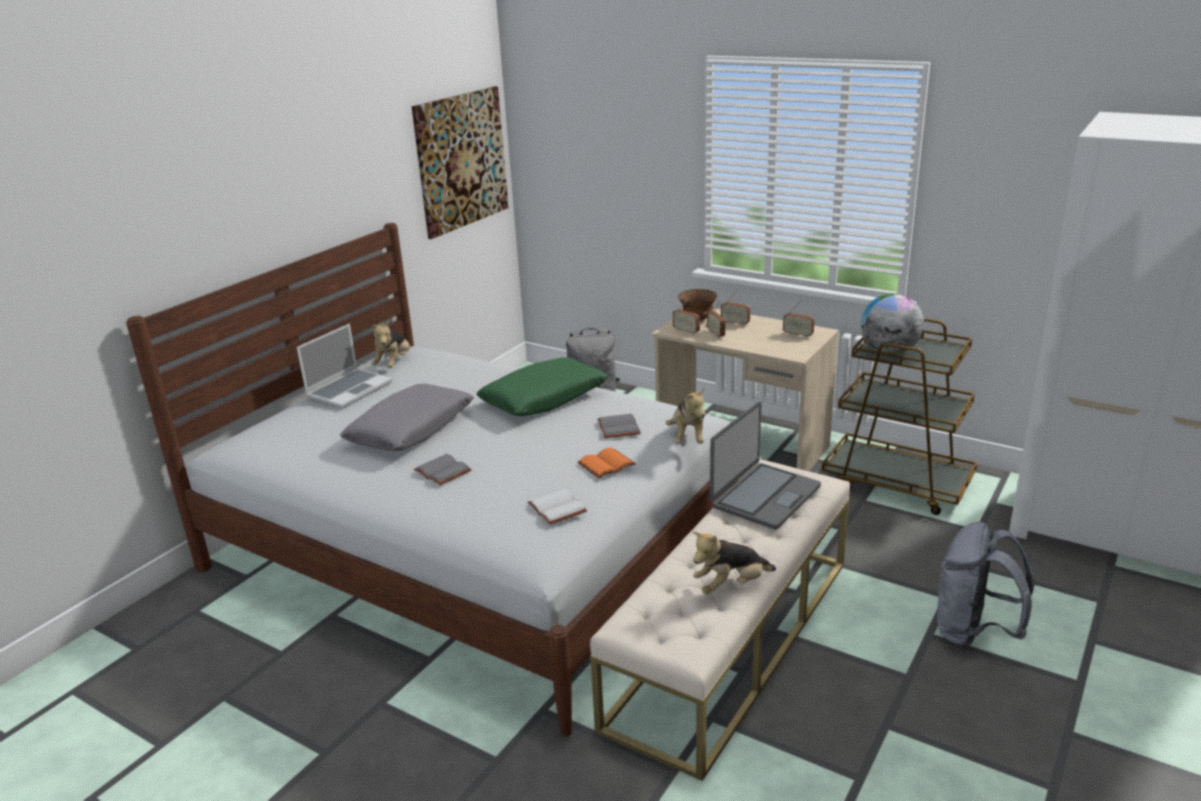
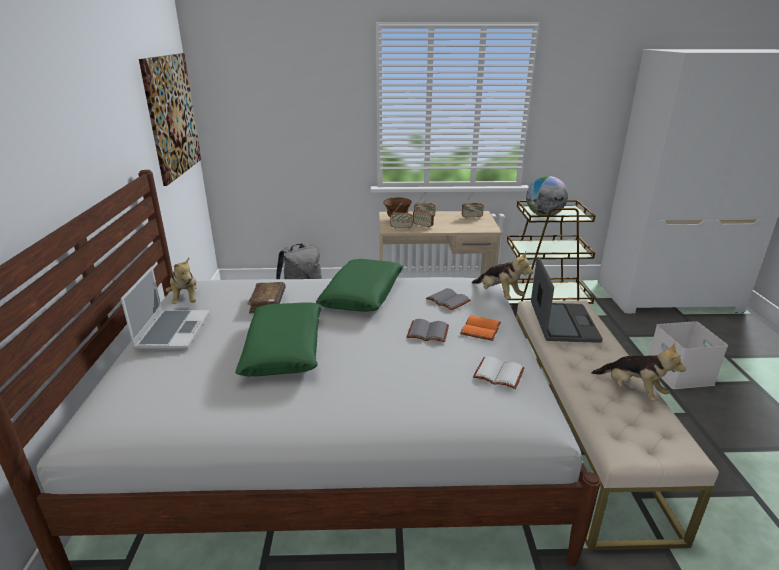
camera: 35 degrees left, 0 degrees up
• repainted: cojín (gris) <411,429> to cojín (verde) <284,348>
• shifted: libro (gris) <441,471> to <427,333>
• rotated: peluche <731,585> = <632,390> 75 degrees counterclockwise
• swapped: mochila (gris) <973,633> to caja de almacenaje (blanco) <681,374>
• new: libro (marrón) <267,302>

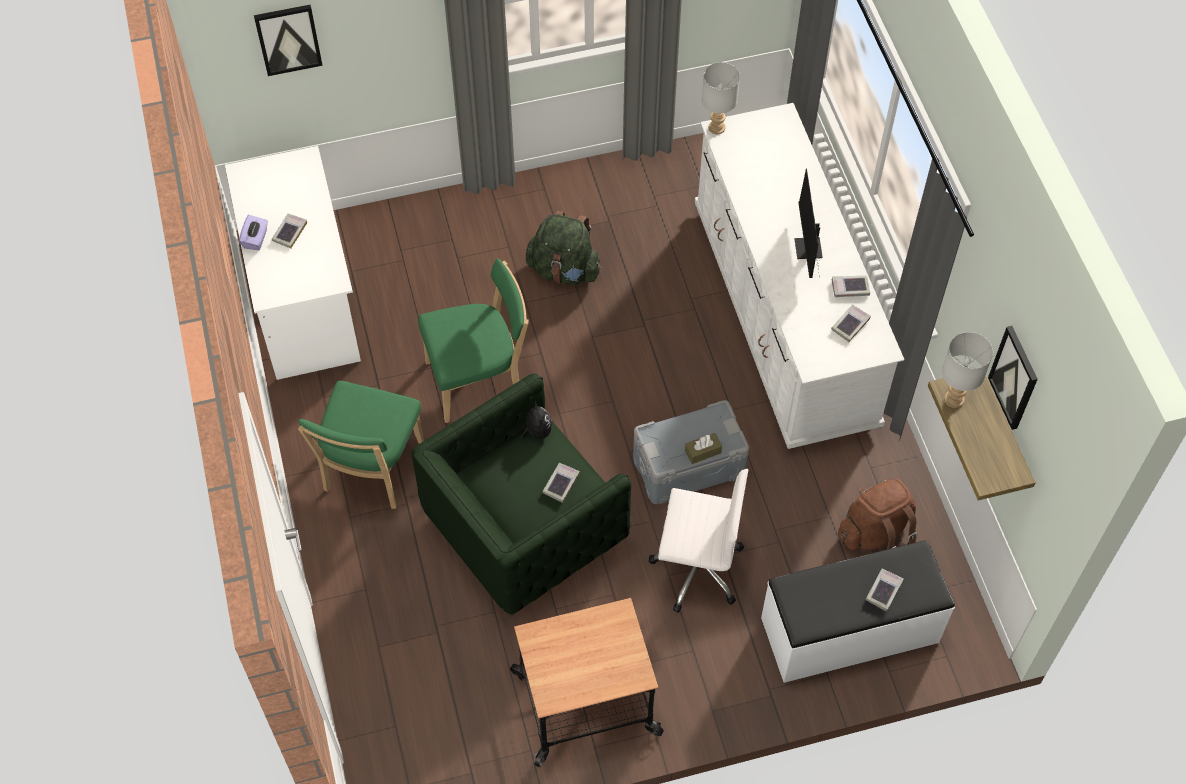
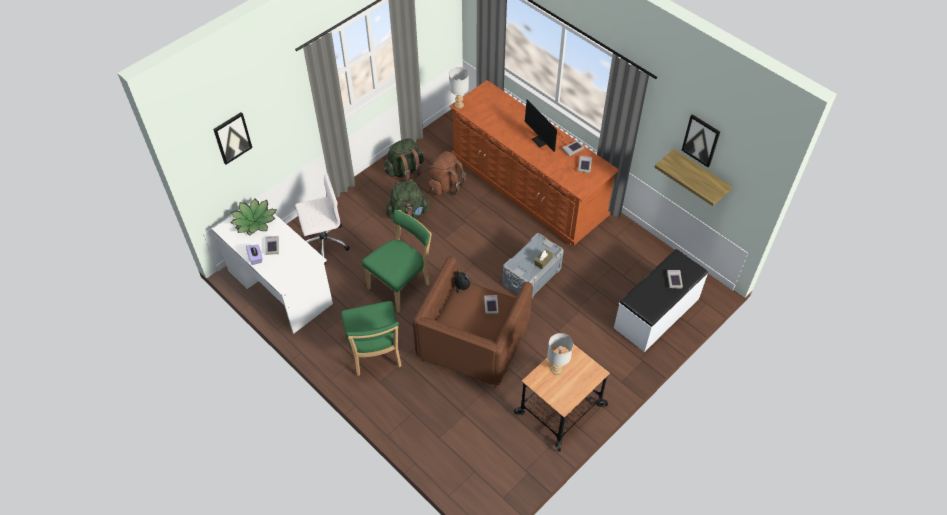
camera: 30 degrees left, 5 degrees down
• repainted: sillón (verde) <524,529> to sillón (marrón) <473,343>
• shifted: silla de oficina (blanco) <696,568> to <323,243>
• repainted: cómoda (blanco) <783,316> to cómoda (marrón) <527,188>
• shifted: mochila (marrón) <875,533> to <445,185>
• shifted: lámpara de mesa (gris) <954,400> to <557,370>
• new: planta en maceta <255,221>
• new: mochila (verde) <405,171>

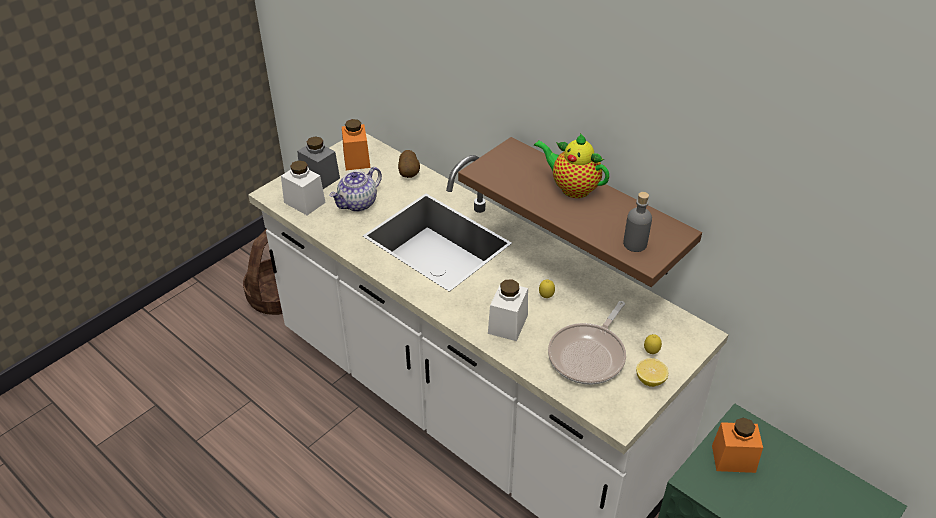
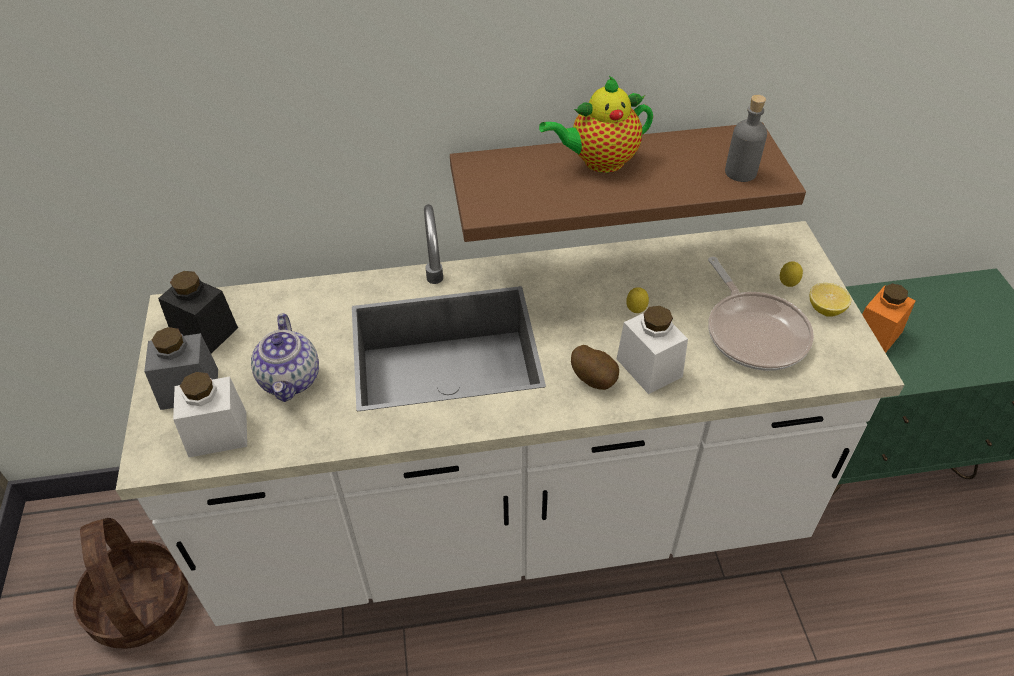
camera: 50 degrees left, 5 degrees up
• repainted: tarro (naranja) <356,160> to tarro (negro) <205,331>
• shifted: patata <409,174> to <595,379>

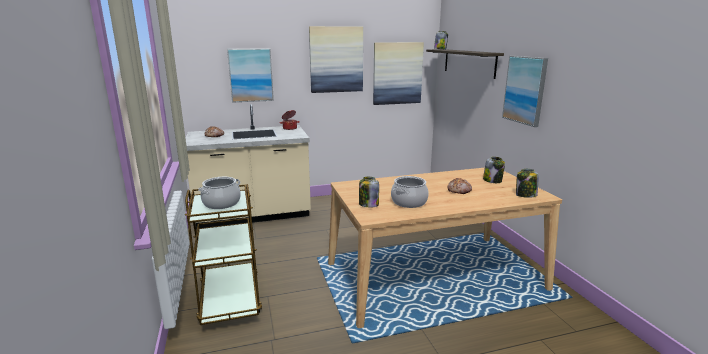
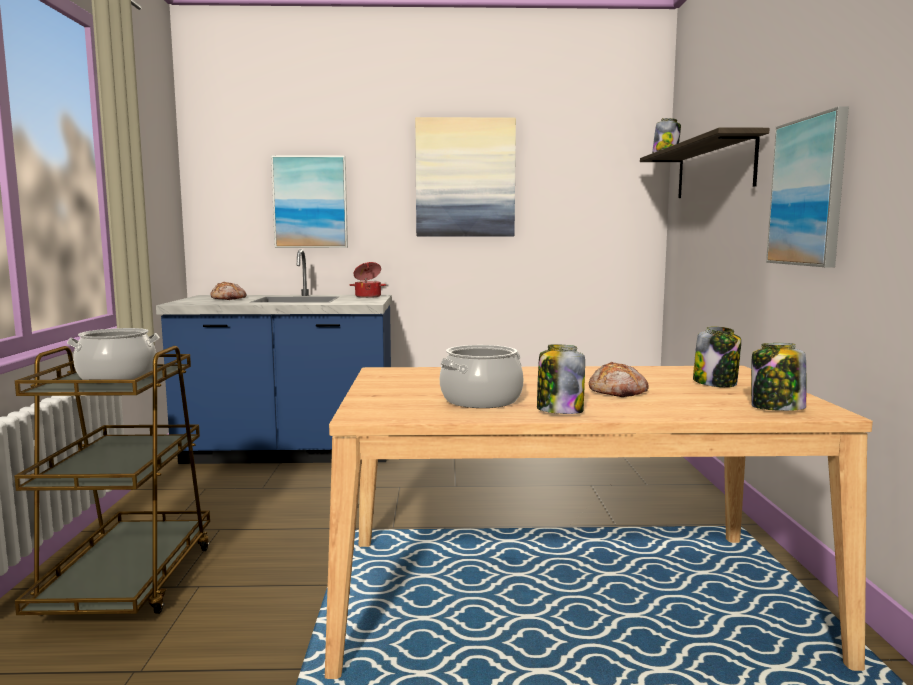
camera: 15 degrees right, 10 degrees down
• repainted: mueble bajo de cocina (beis) <253,215> to mueble bajo de cocina (azul) <289,452>
• shifted: tarro <368,204> to <559,411>
• gone: cuadro <397,73>

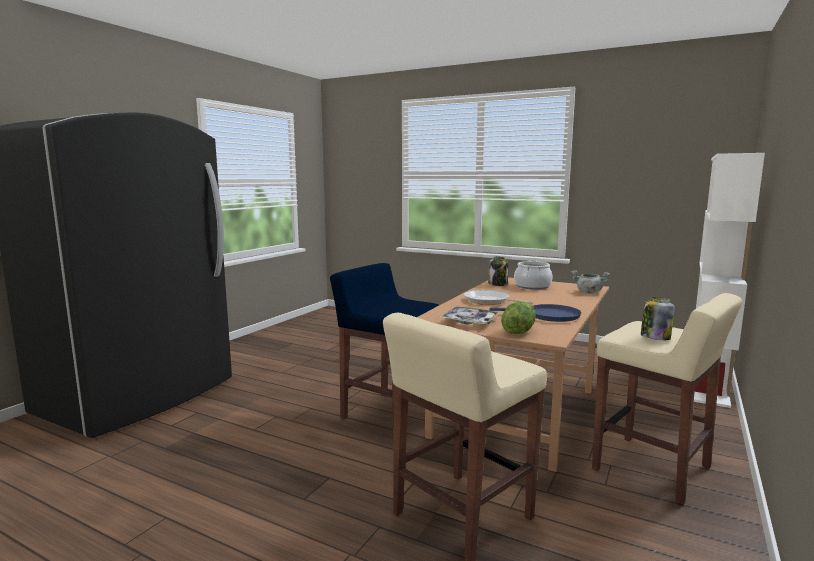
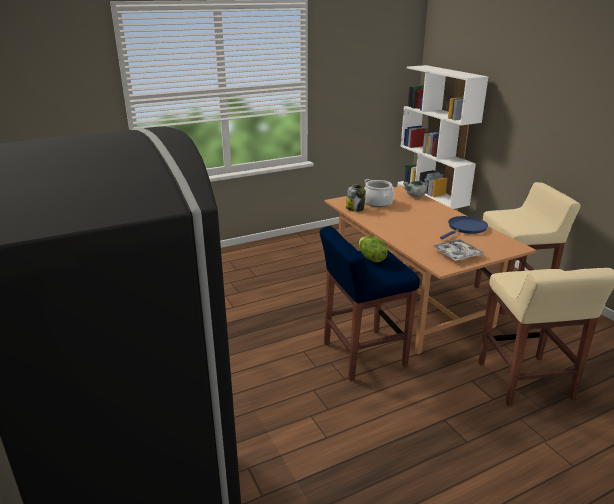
camera: 55 degrees left, 15 degrees up
• gone: sartén <489,301>
• shifted: lechuga <518,331> to <371,258>
• gone: tarro <655,337>

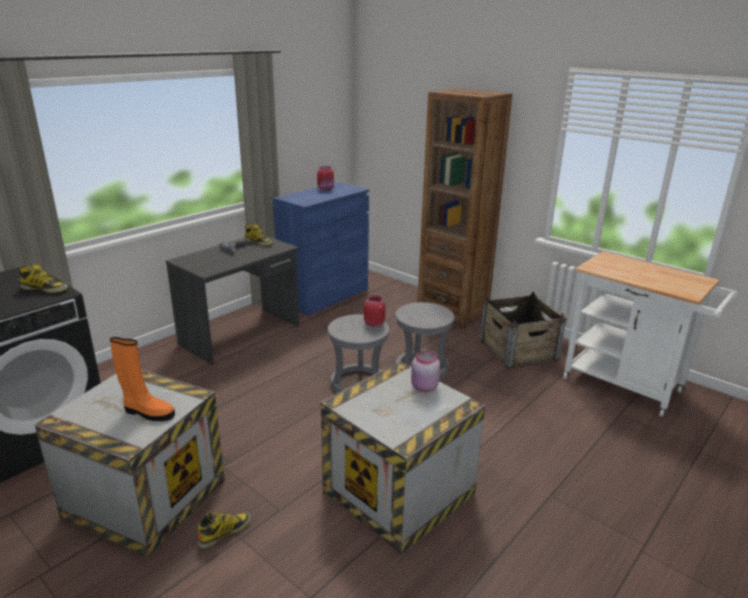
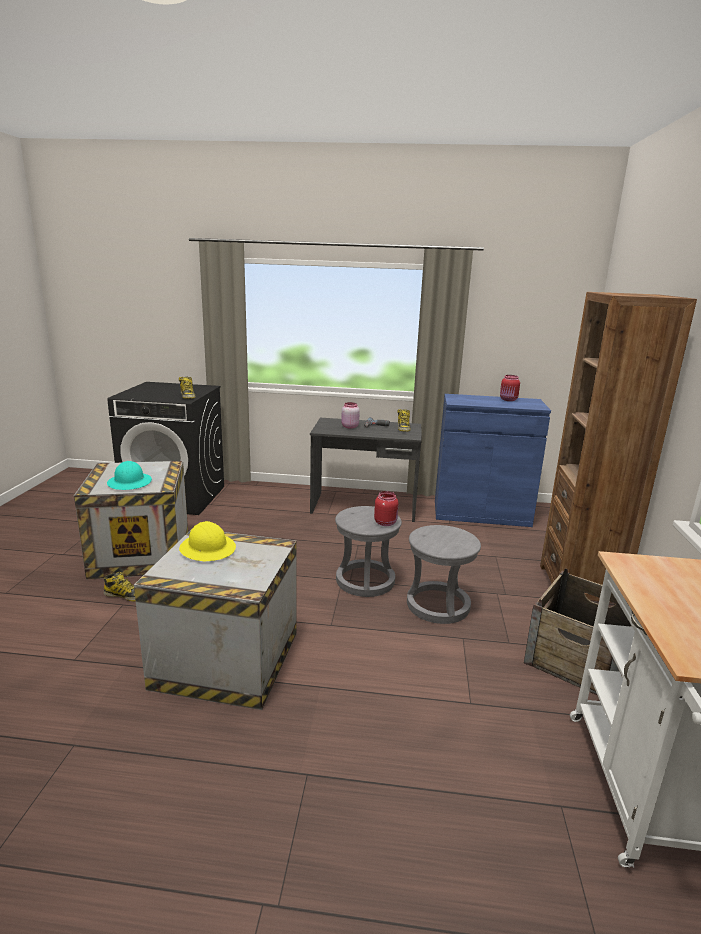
camera: 55 degrees right, 5 degrees down
• swapped: bota (naranja) <147,412> to casco (turquesa) <130,482>
• shifted: tarro (rosa) <424,387> to <349,427>
• new: casco (amarillo) <208,549>

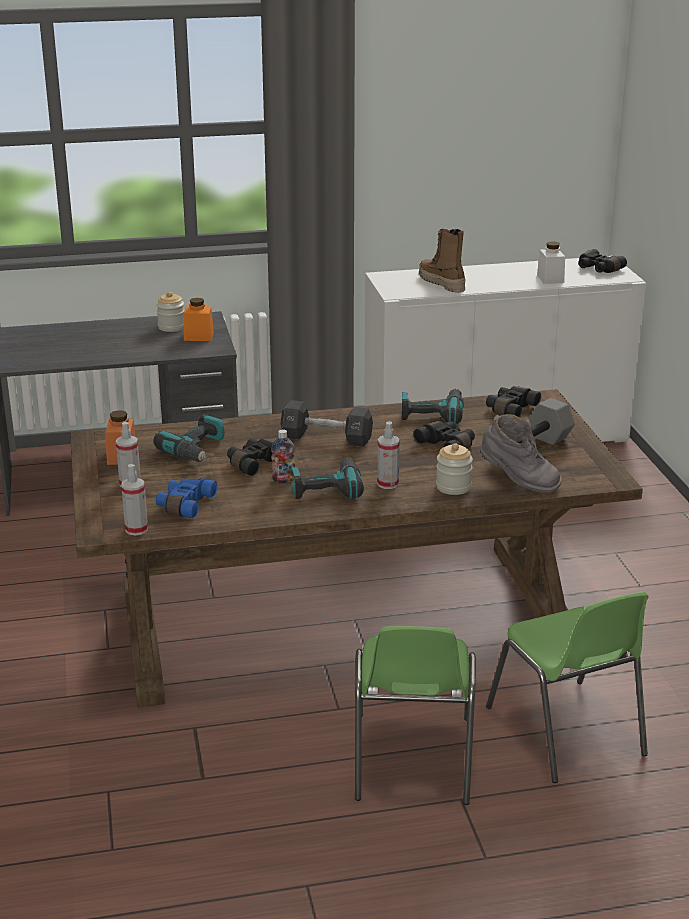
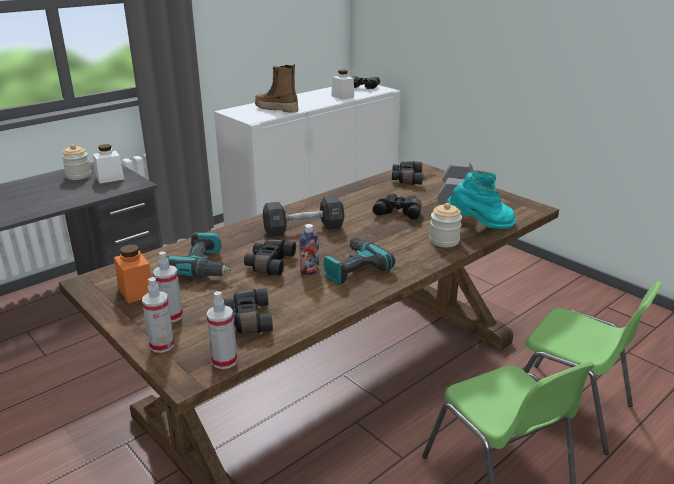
camera: 30 degrees left, 0 degrees up
• repainted: prismáticos (azul) <184,505> to prismáticos (negro) <246,320>
• repainted: tarro (naranja) <198,336> to tarro (blanco) <110,178>
• shifted: pulverizador <387,484> to <162,345>
• gone: taladro <432,414>
• repainted: bota (gris) <518,482> to bota (turquesa) <480,225>

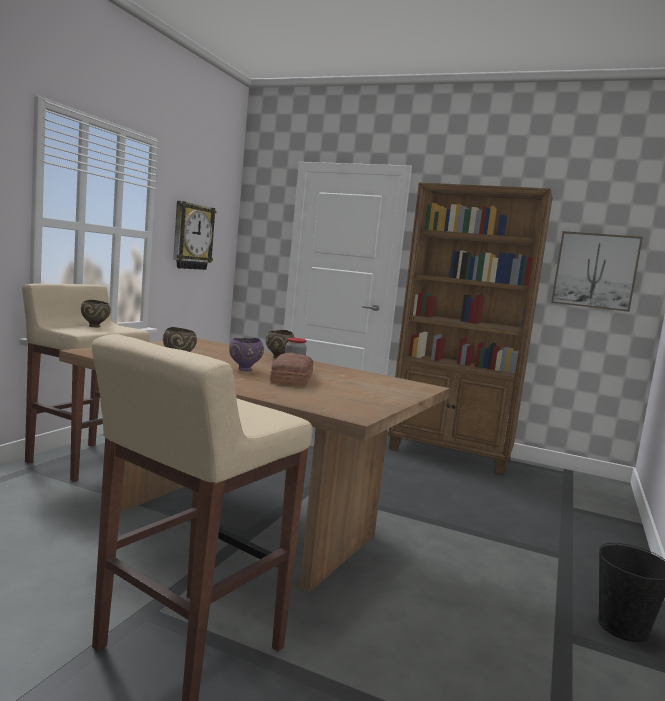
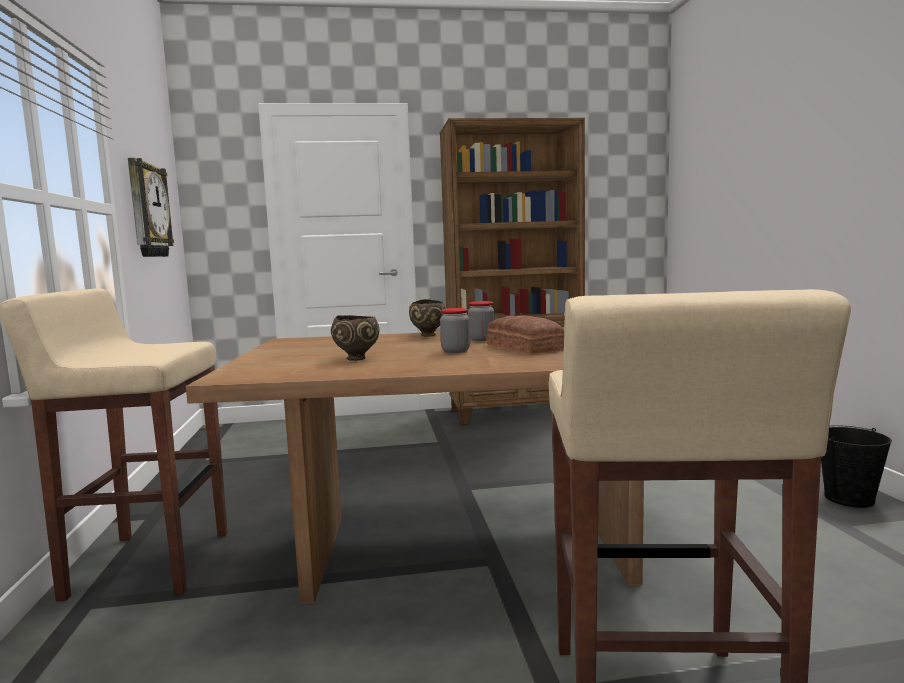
camera: 30 degrees left, 0 degrees up
• gone: cuenco (marrón) <95,326>
• swapped: cuenco (morado) <244,370> to tarro <455,351>
• gone: cuadro <595,271>

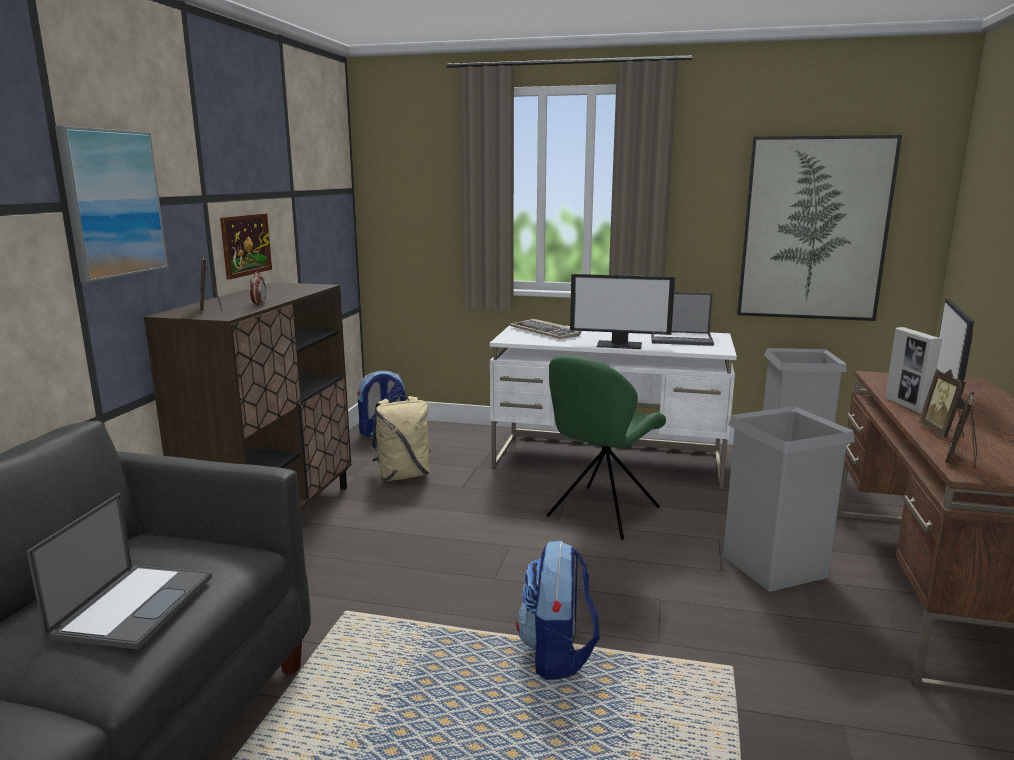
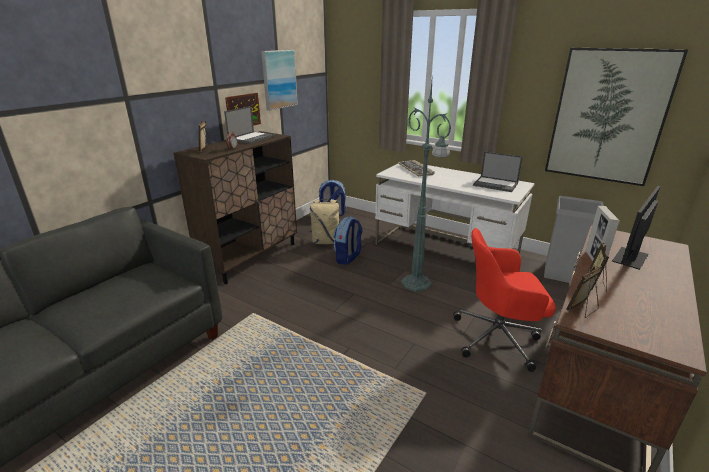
camera: 20 degrees right, 10 degrees up
• shifted: portátil <134,605> to <252,138>
• shifted: cuadro <112,203> to <279,79>
• shifted: mochila <557,654> to <348,258>
• swapped: silla (verde) <601,514> to lámpara de pie (verde) <417,284>
• gone: monitor <620,345>
• swapped: papelera (gris) <774,565> to silla de oficina (rojo) <498,338>

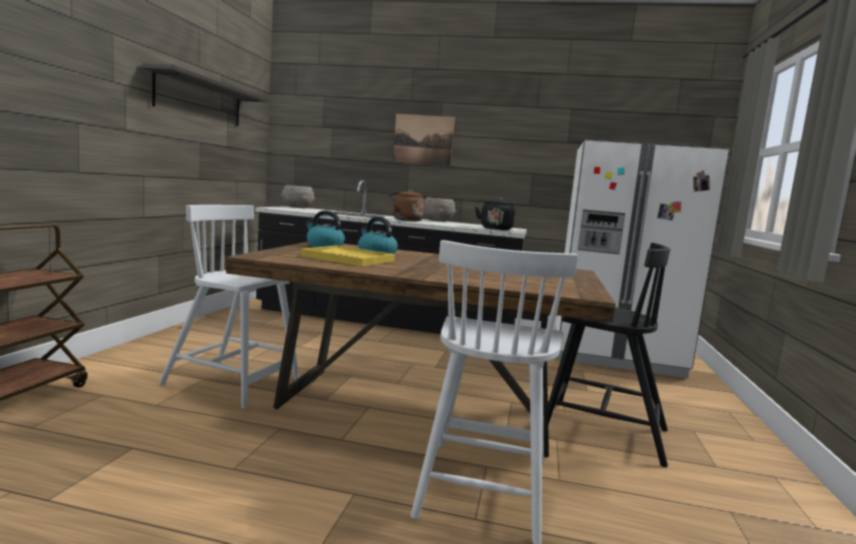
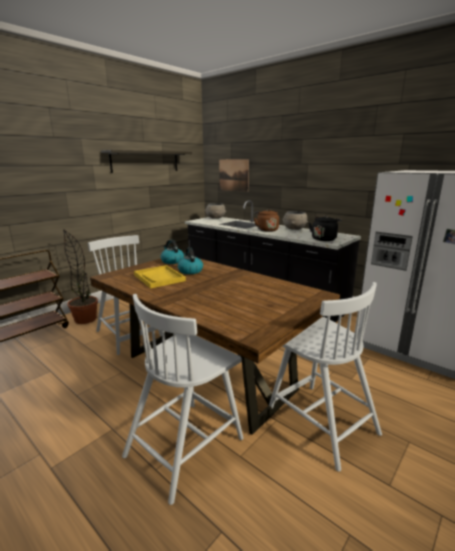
camera: 30 degrees right, 10 degrees up
• shifted: cuadro <423,140> to <233,175>
• repainted: silla (negro) <601,431> to silla (blanco) <320,422>
• new: planta en maceta <85,319>

